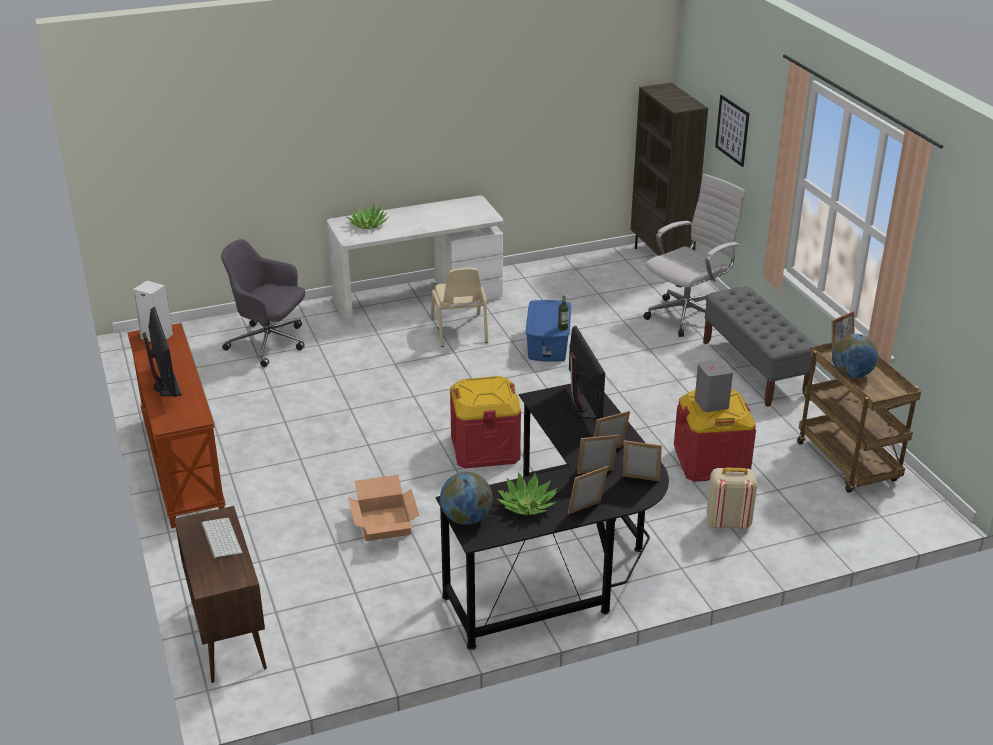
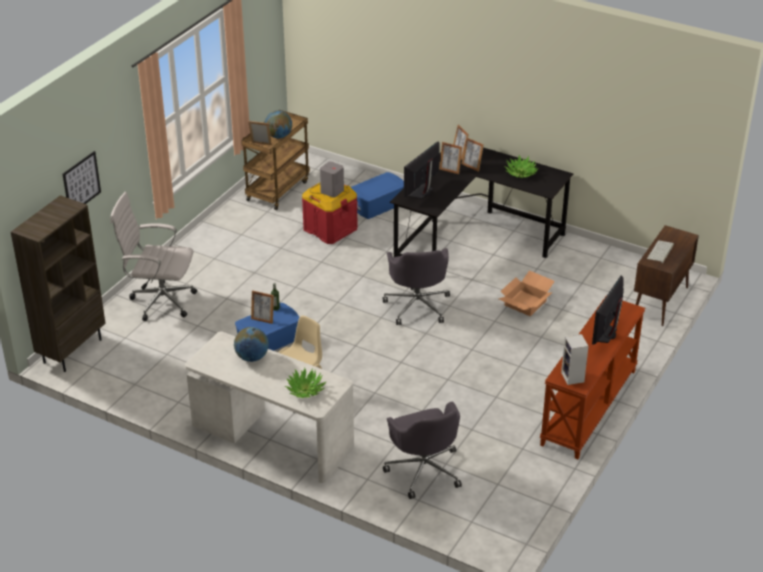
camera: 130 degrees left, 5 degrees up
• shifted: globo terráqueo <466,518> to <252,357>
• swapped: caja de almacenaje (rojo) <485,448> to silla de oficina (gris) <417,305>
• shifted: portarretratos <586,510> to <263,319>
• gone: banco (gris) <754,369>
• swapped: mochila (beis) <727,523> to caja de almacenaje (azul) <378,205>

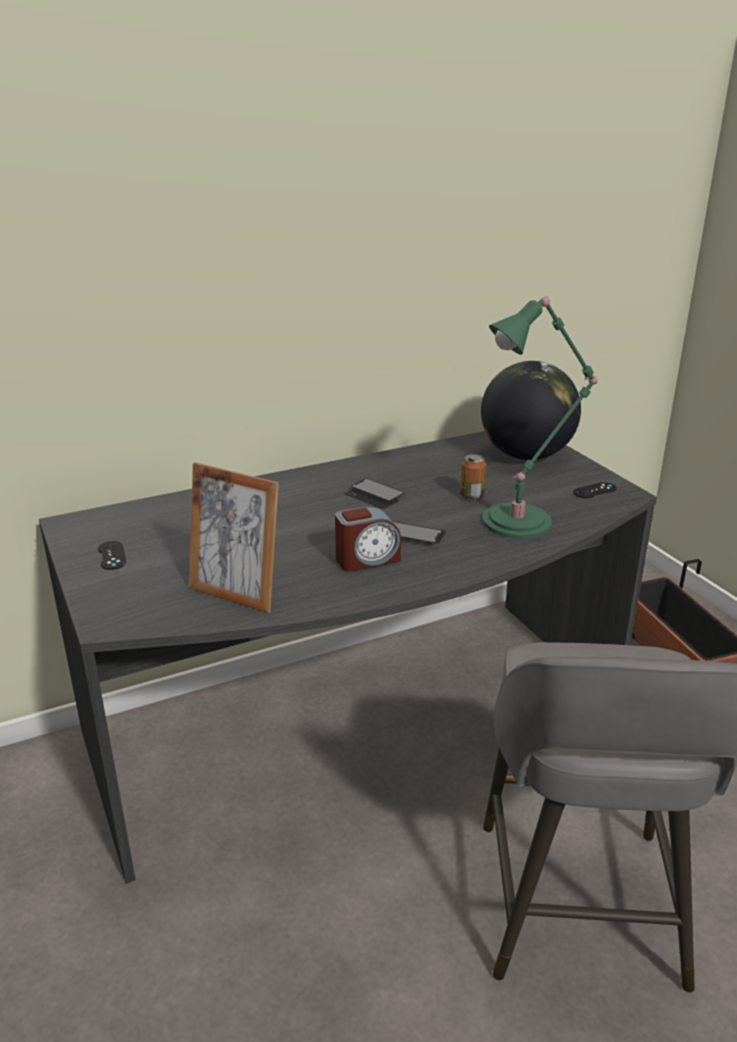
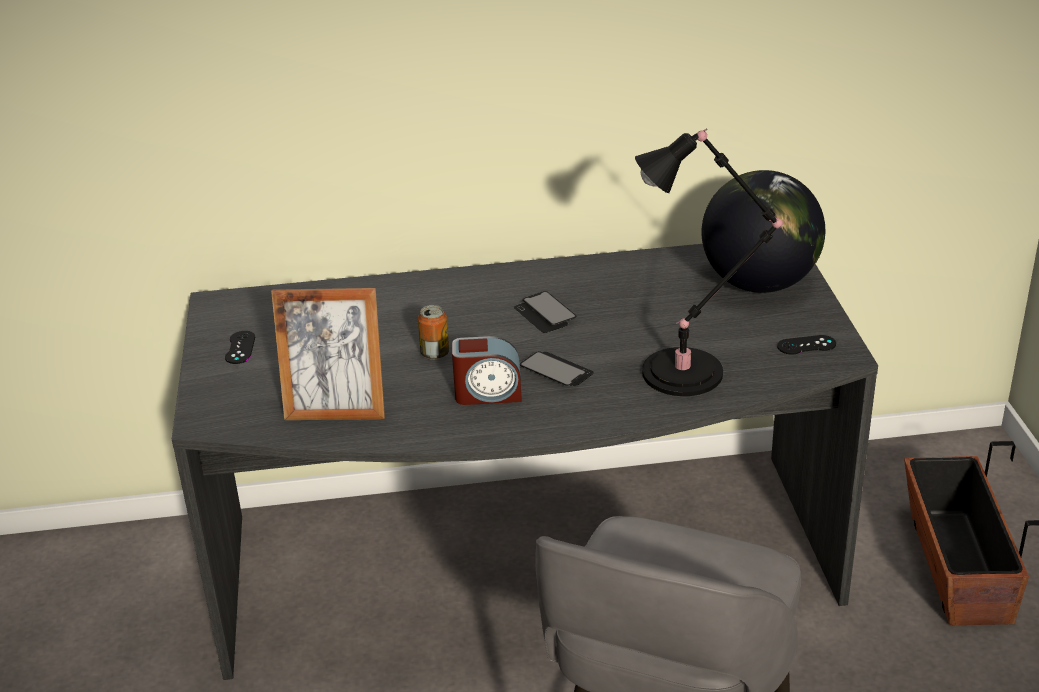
camera: 20 degrees right, 5 degrees up
• rotated: portarretratos <236,594> = <336,411> 45 degrees counterclockwise
• shifted: lata <471,496> to <435,354>
• repainted: lámpara de mesa (verde) <522,521> to lámpara de mesa (negro) <689,372>

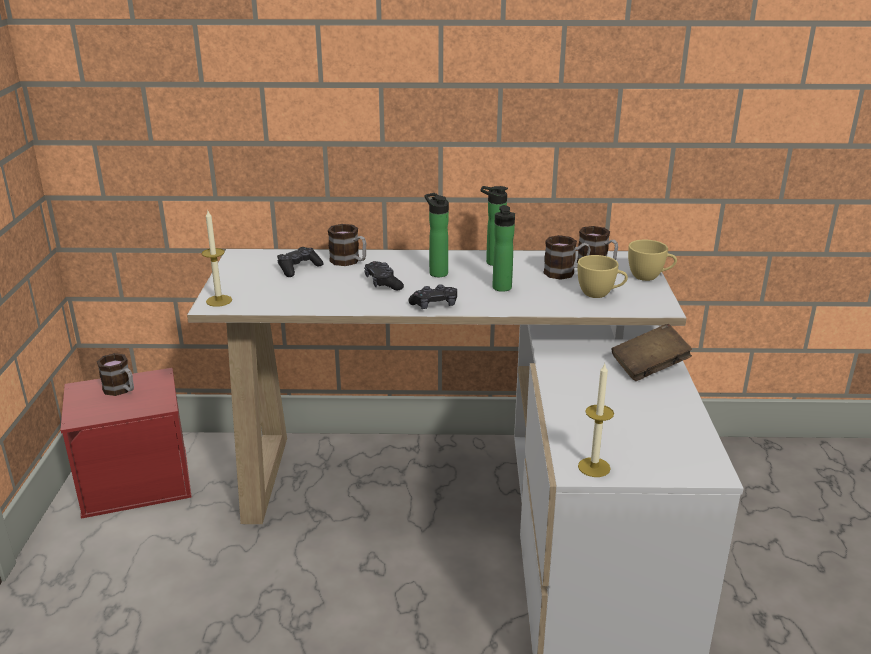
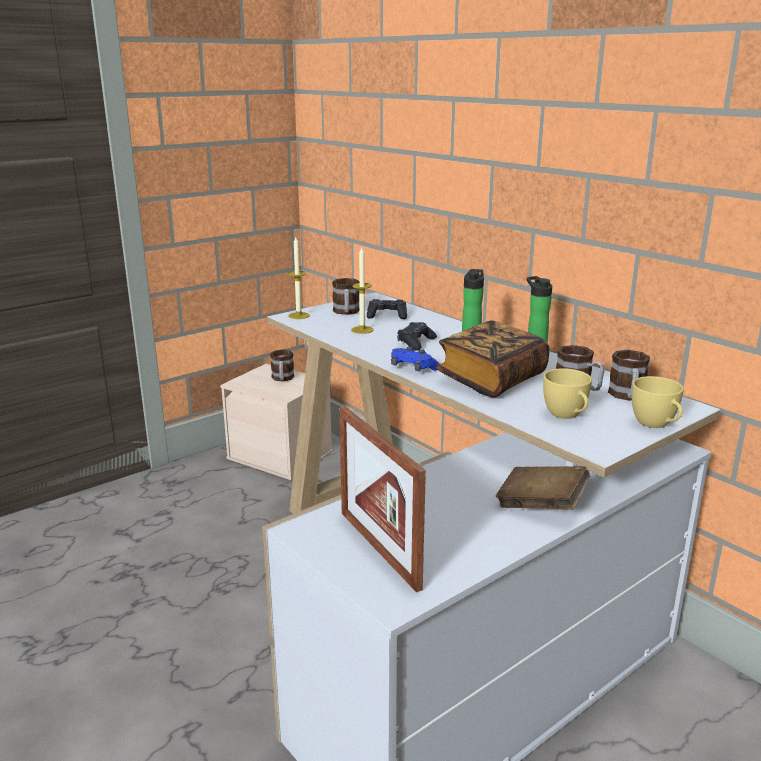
camera: 50 degrees right, 5 degrees down
• repainted: caja de almacenaje (rojo) <137,481> to caja de almacenaje (beis) <281,455>
• shifted: taza grande <349,261> to <346,312>
• repainted: mando de consola (negro) <434,305> to mando de consola (azul) <413,368>
• swapped: botella <502,289> to libro <491,379>
• shifted: vela <594,467> to <362,330>
• new: portarretratos <379,549>

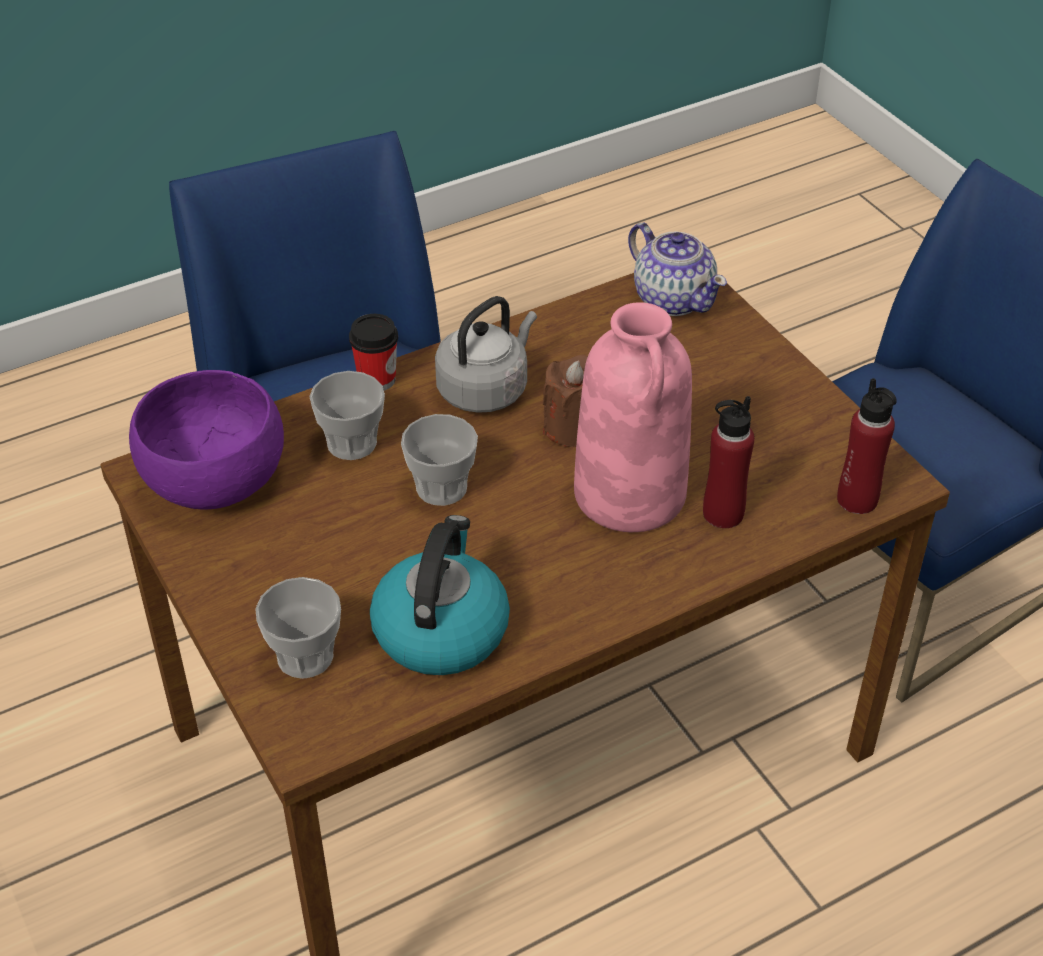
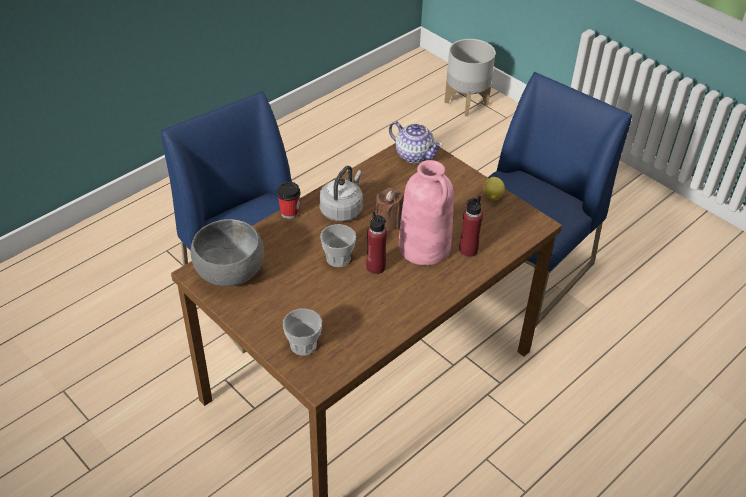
camera: 15 degrees left, 0 degrees up
• repainted: cuenco (morado) <216,479> to cuenco (gris) <230,271>
• gone: taza <351,443>
• gone: hervidor <440,629>
• shifted: botella (rojo) <857,499> to <376,267>
• new: maceta (gris) <466,103>
• new: limón <492,197>

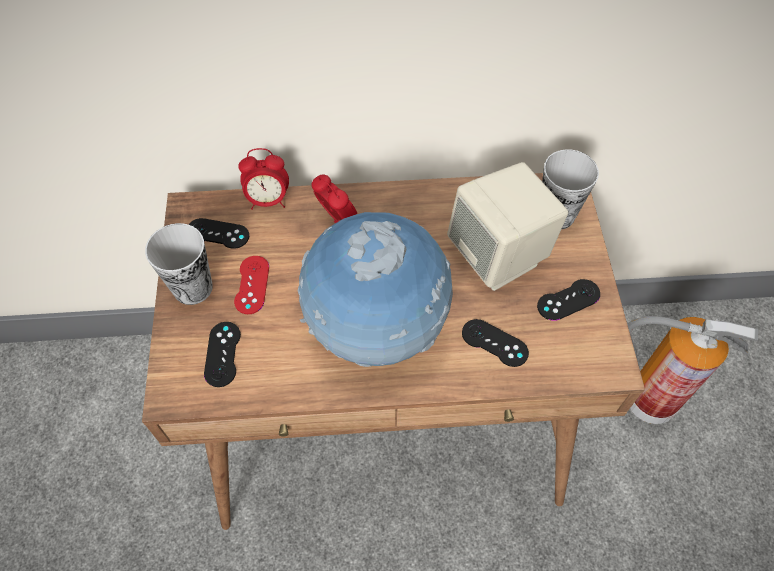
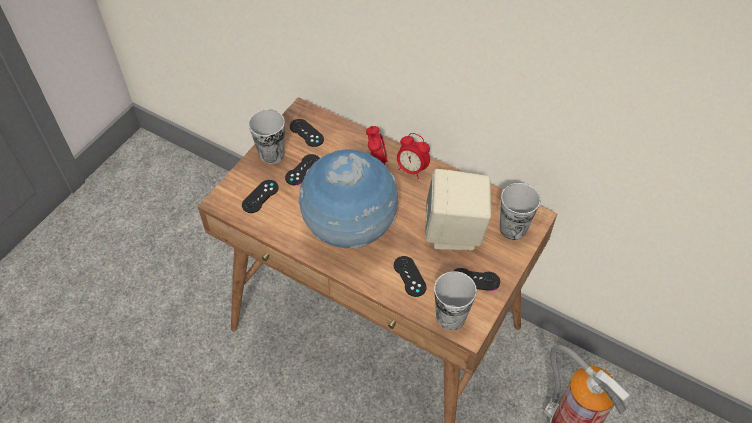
camera: 35 degrees right, 5 degrees down
• repainted: mando de consola (rojo) <252,285> to mando de consola (negro) <303,170>
• shifted: despertador <268,200> to <412,170>
• new: taza <450,317>

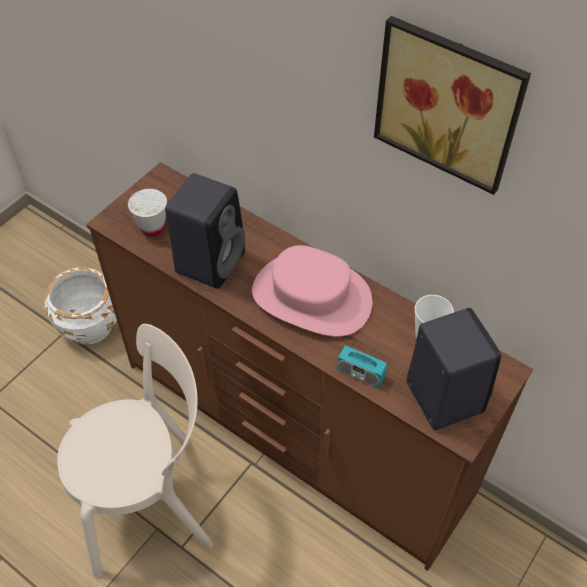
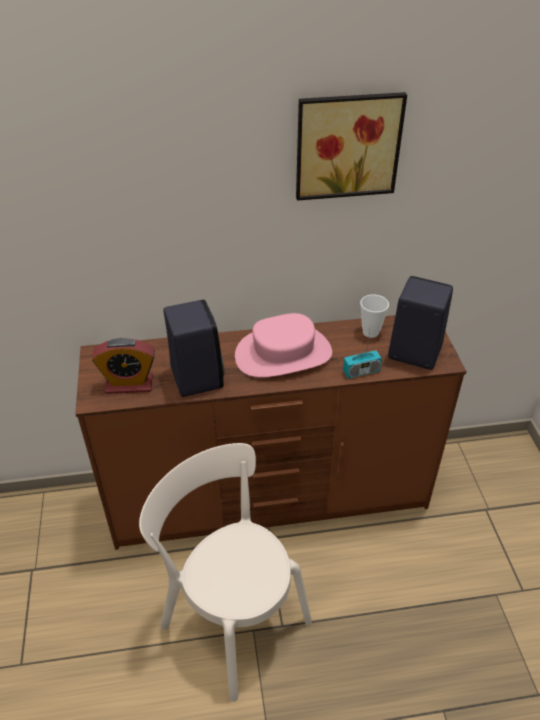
camera: 45 degrees left, 10 degrees down
• gone: maceta (blanco) <90,325>
• rotated: silla (beis) <152,502> = <231,618> 75 degrees counterclockwise
• swapped: taza (blanco) <152,227> to despertador <129,384>

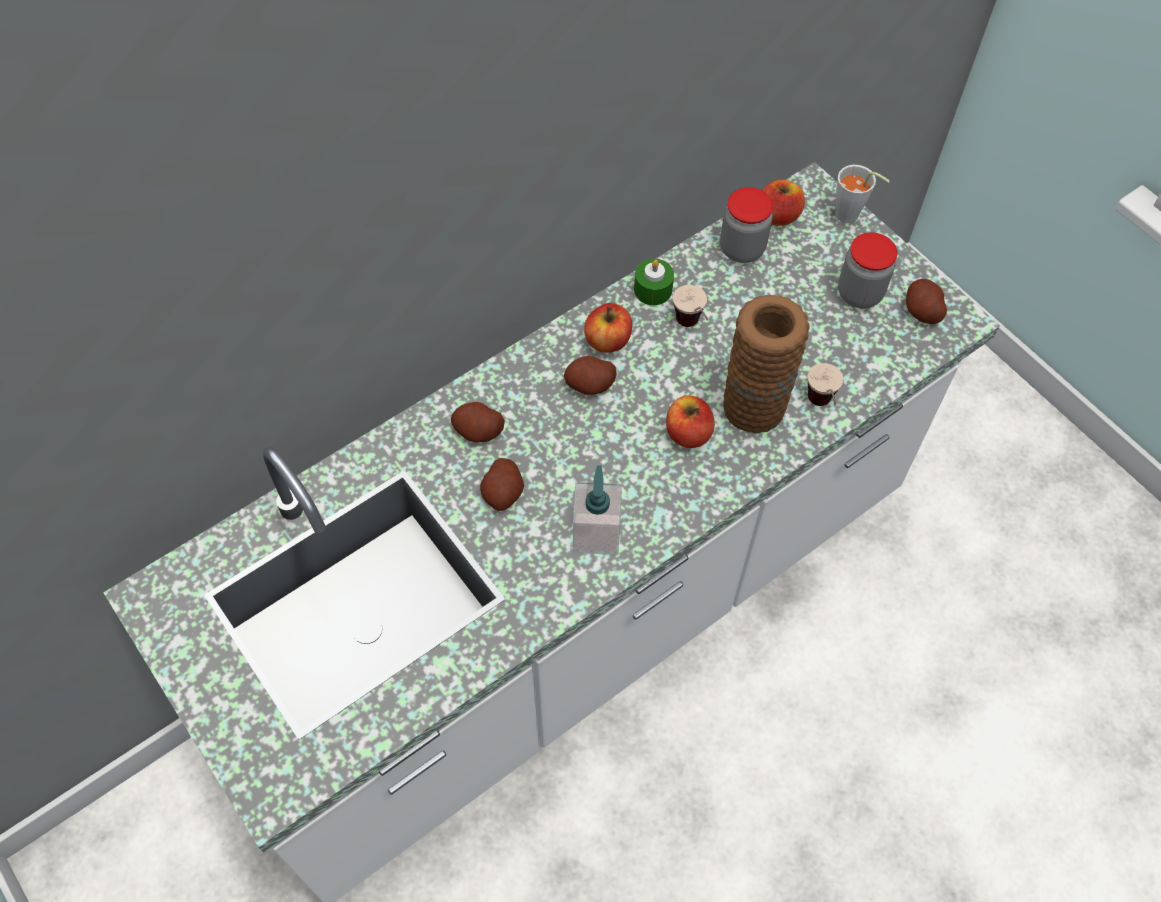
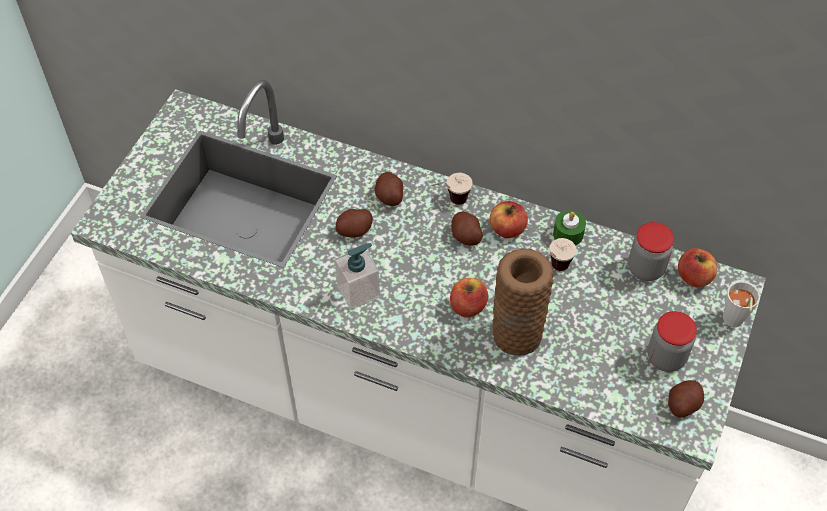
camera: 60 degrees right, 5 degrees down
• shifted: taza <821,409> to <449,202>

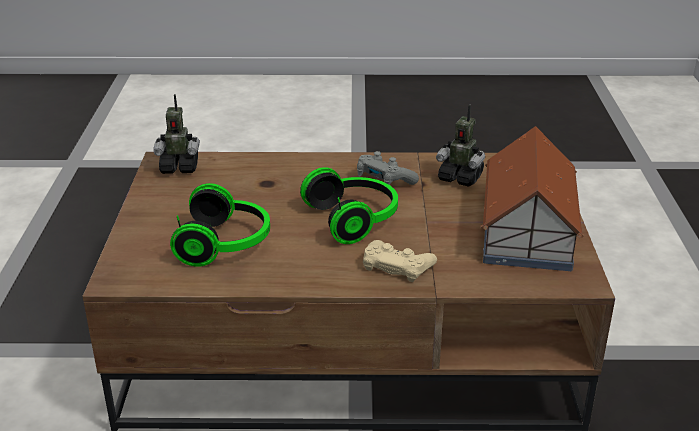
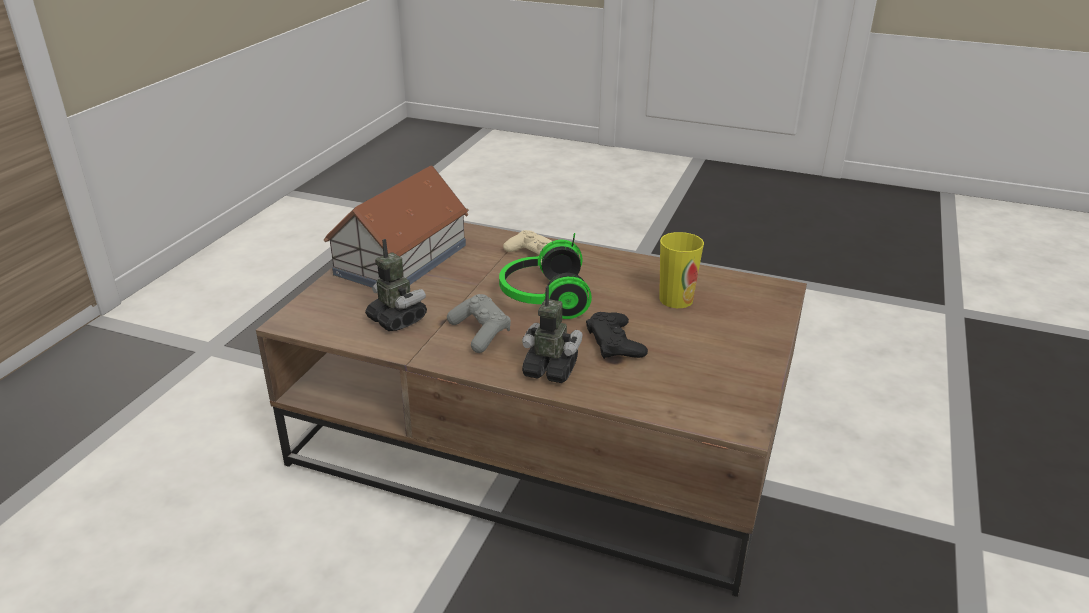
camera: 160 degrees left, 0 degrees up
• shifted: robot de juguete <179,167> to <550,370>
• swapped: auriculares <226,244> to taza <676,299>
• new: mando de consola (negro) <615,342>

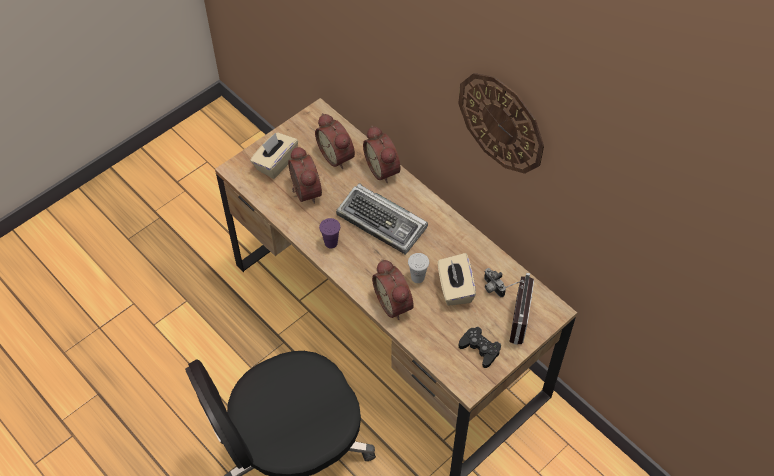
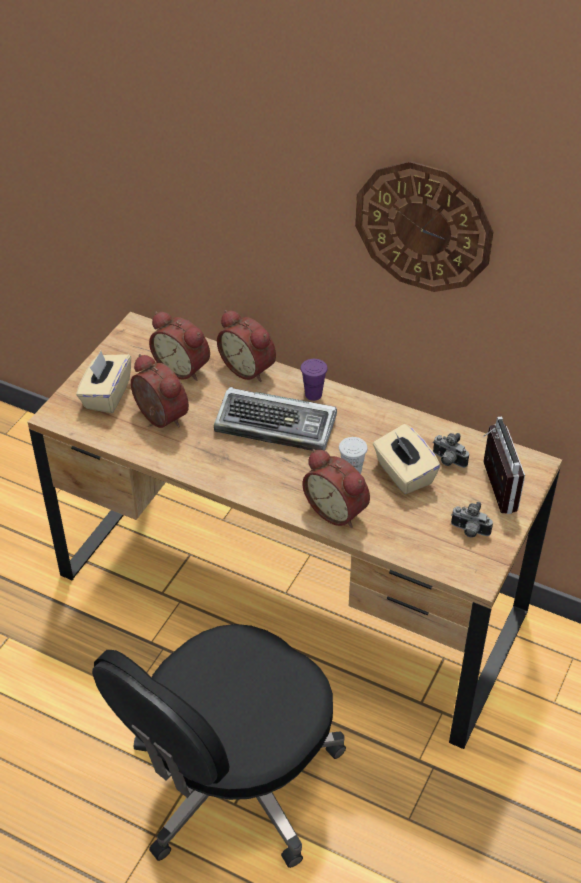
camera: 20 degrees left, 10 degrees down
• shifted: taza (morado) <331,243> to <313,394>
• swapped: mando de consola (negro) <480,349> to cámara <469,531>

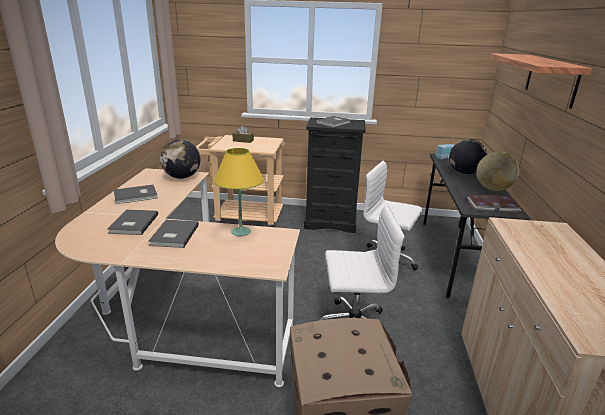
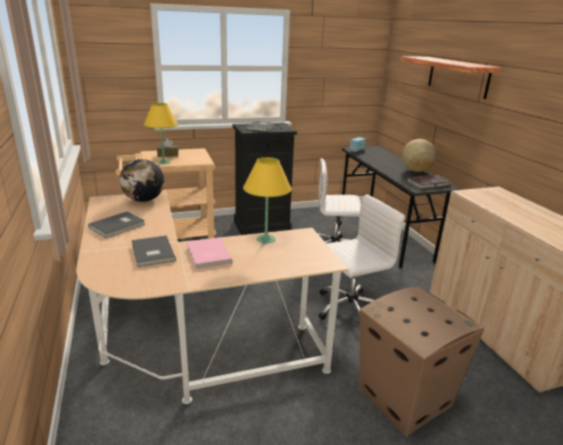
camera: 25 degrees left, 0 degrees up
• repainted: libro (gris) <173,235> to libro (rosa) <207,255>
• gone: globo terráqueo <464,173>
• new: lámpara de mesa (amarillo) <163,162>

